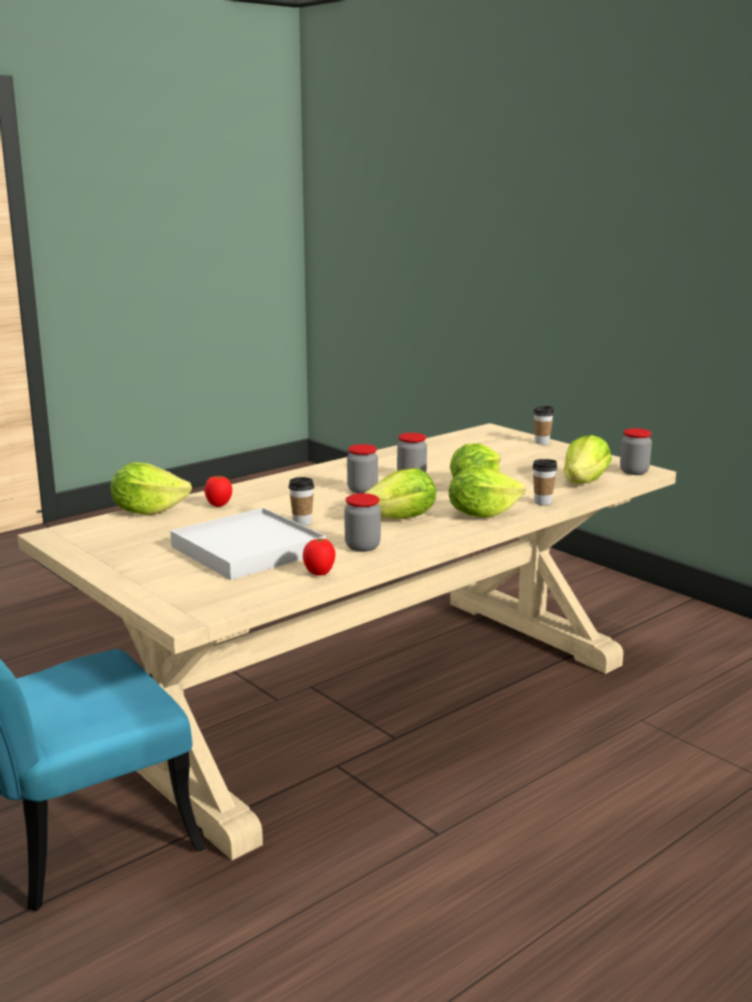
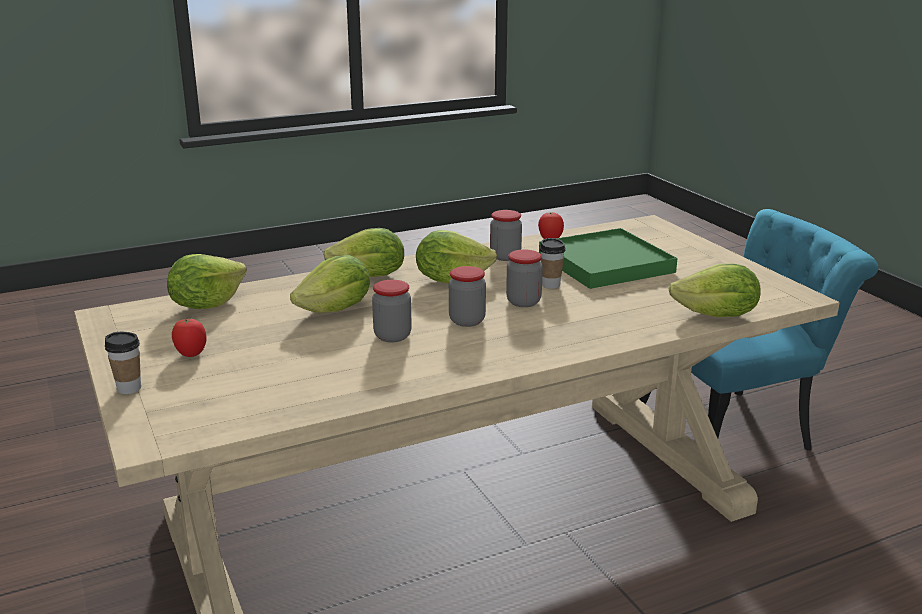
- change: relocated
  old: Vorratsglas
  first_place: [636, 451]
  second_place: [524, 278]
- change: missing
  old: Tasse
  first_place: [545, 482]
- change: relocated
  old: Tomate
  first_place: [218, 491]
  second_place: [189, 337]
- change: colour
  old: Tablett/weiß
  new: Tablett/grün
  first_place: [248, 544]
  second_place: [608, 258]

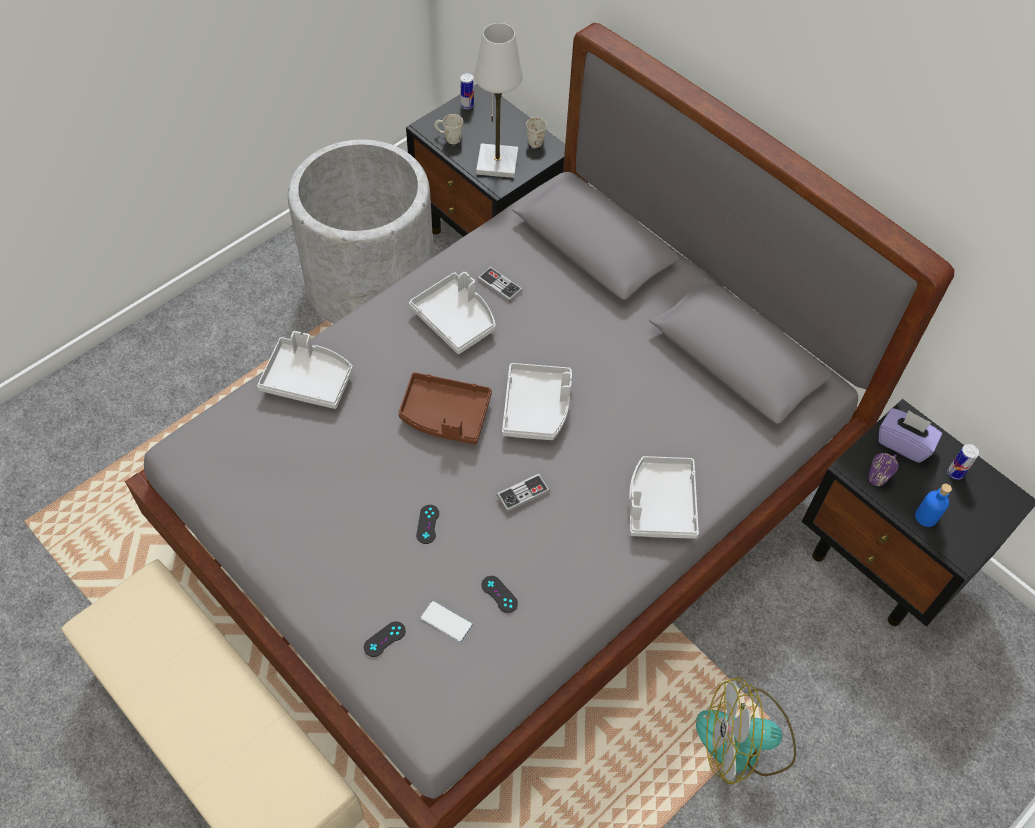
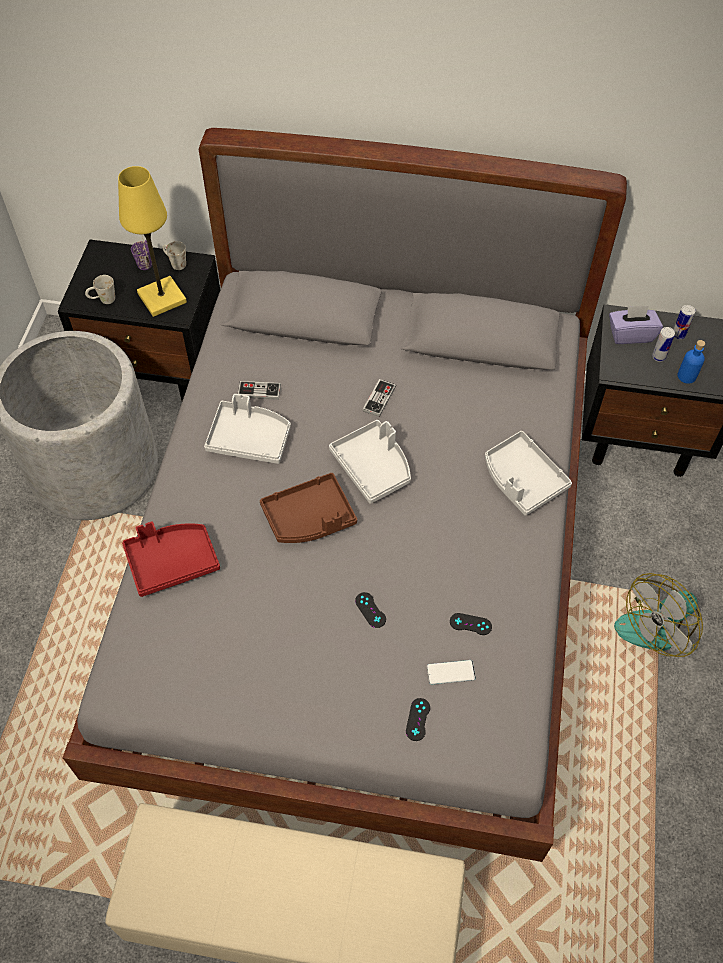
- change: colour
  old: Tischlampe/weiß
  new: Tischlampe/gelb
  first_place: [498, 100]
  second_place: [152, 241]
- change: relocated
  old: Dose
  first_place: [467, 91]
  second_place: [663, 344]
- change: colour
  old: Tablett/grau
  new: Tablett/rot
  first_place: [305, 370]
  second_place: [171, 559]
- change: relocated
  old: Henkelbecher/lila
  first_place: [883, 469]
  second_place: [141, 255]
- change: relocated
  old: Gamepad
  first_place: [523, 493]
  second_place: [379, 398]

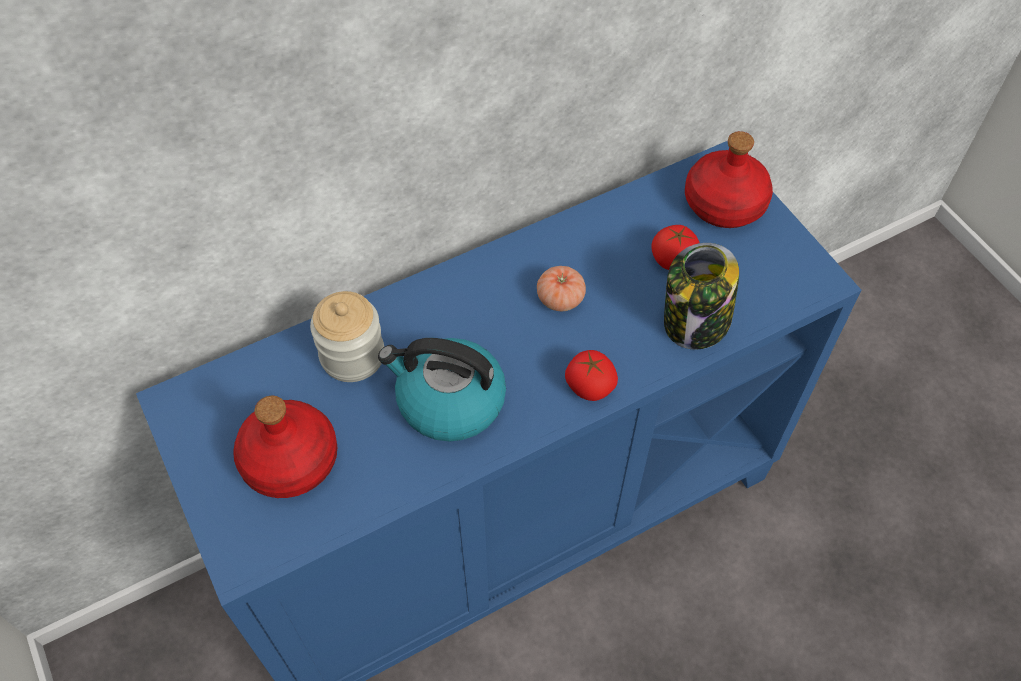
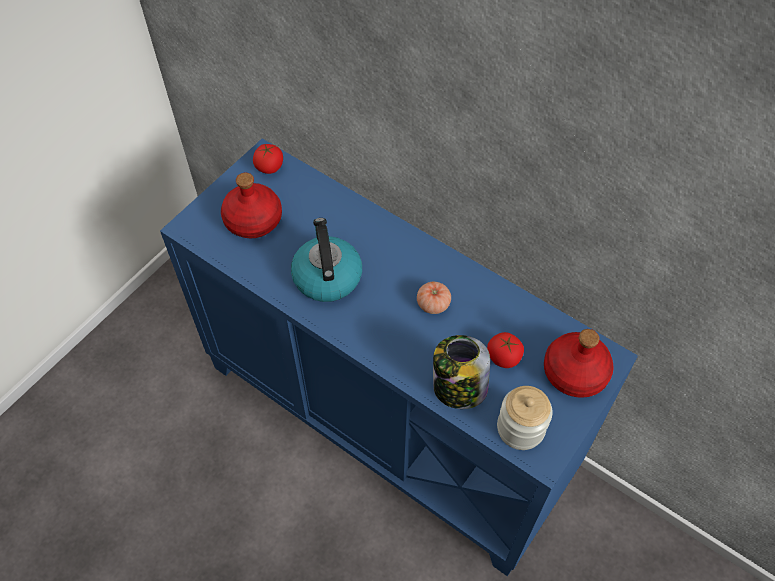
- change: relocated
  old: Vorratsglas
  first_place: [347, 336]
  second_place: [525, 418]
- change: relocated
  old: Tomate
  first_place: [591, 375]
  second_place: [268, 159]

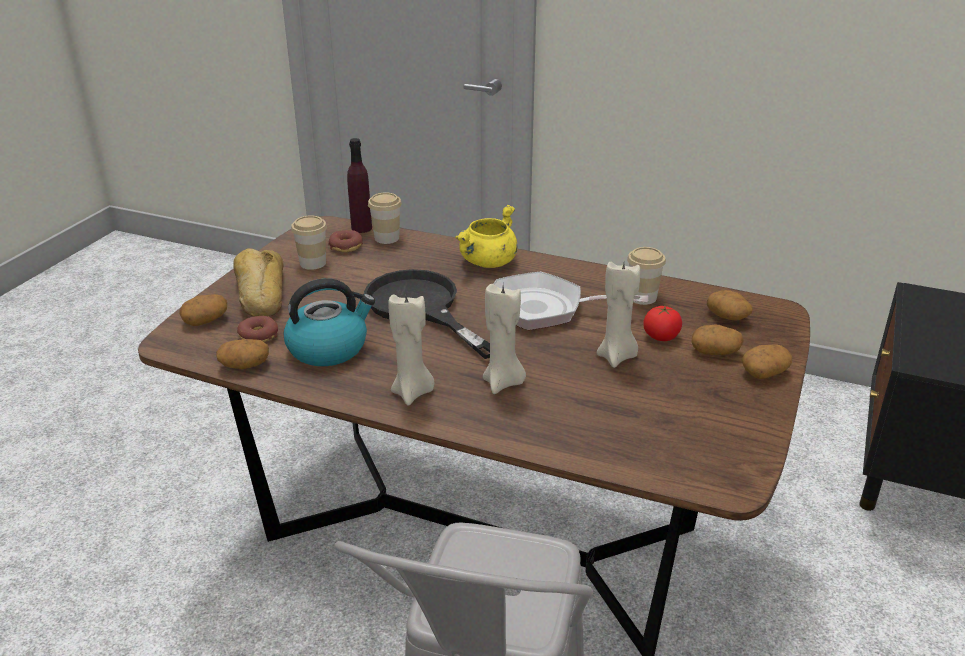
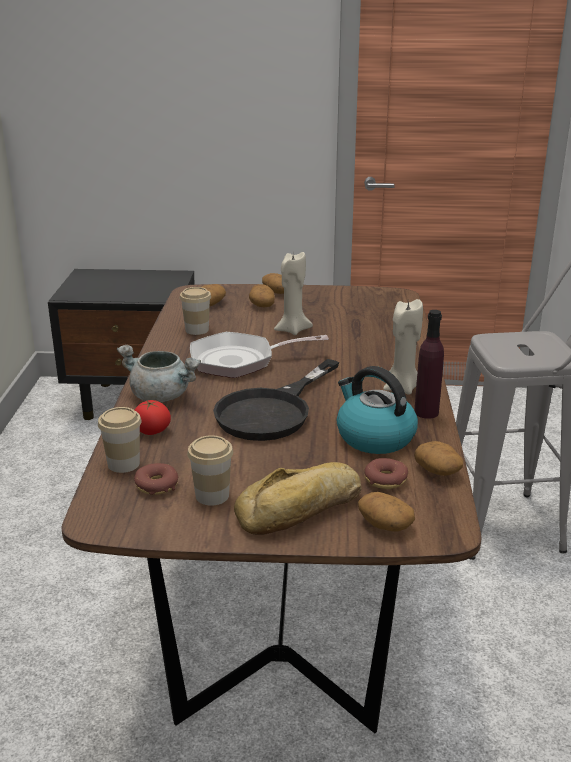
- change: relocated
  old: Flasche/lila
  first_place: [359, 185]
  second_place: [429, 364]
- change: colour
  old: Kochtopf/gelb
  new: Kochtopf/grau
  first_place: [486, 236]
  second_place: [159, 373]
- change: spun
  old: Pfanne
  first_place: [571, 301]
  second_place: [259, 355]
  degrees: 90
- change: missing
  old: Kerze/beige
  first_place: [504, 339]
- change: relocated
  old: Tomate
  first_place: [663, 323]
  second_place: [152, 417]

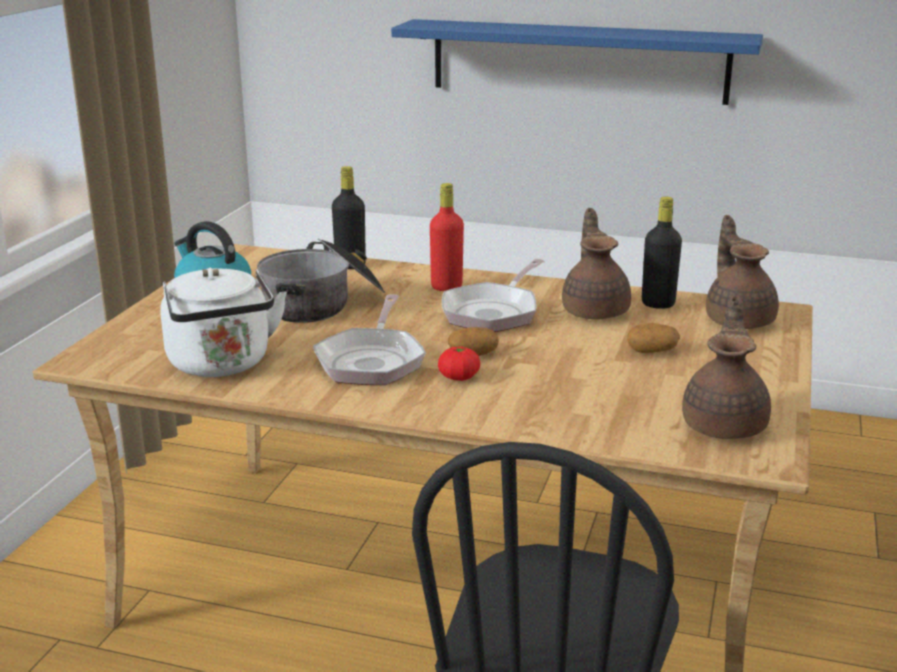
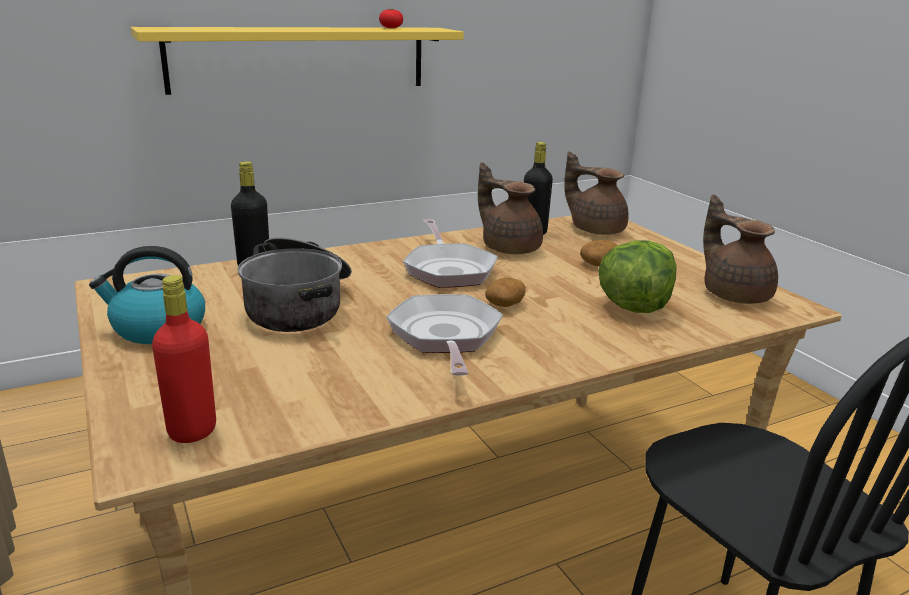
- change: colour
  old: Wandregal/blau
  new: Wandregal/gelb
  first_place: [577, 62]
  second_place: [297, 61]
- change: relocated
  old: Flasche/rot
  first_place: [447, 237]
  second_place: [184, 359]
- change: missing
  old: Wasserkessel/weiß
  first_place: [223, 322]
- change: spun
  old: Pfanne
  first_place: [369, 339]
  second_place: [444, 335]
  degrees: -150
- change: relocated
  old: Tomate
  first_place: [459, 363]
  second_place: [391, 18]
- change: appeared
  new: Salatkopf
  second_place: [637, 276]

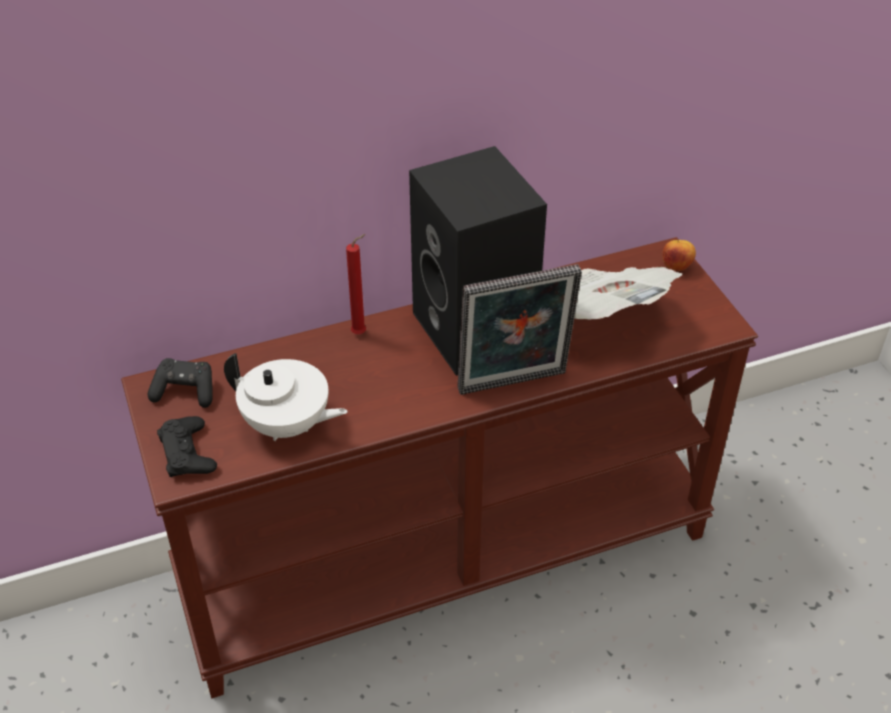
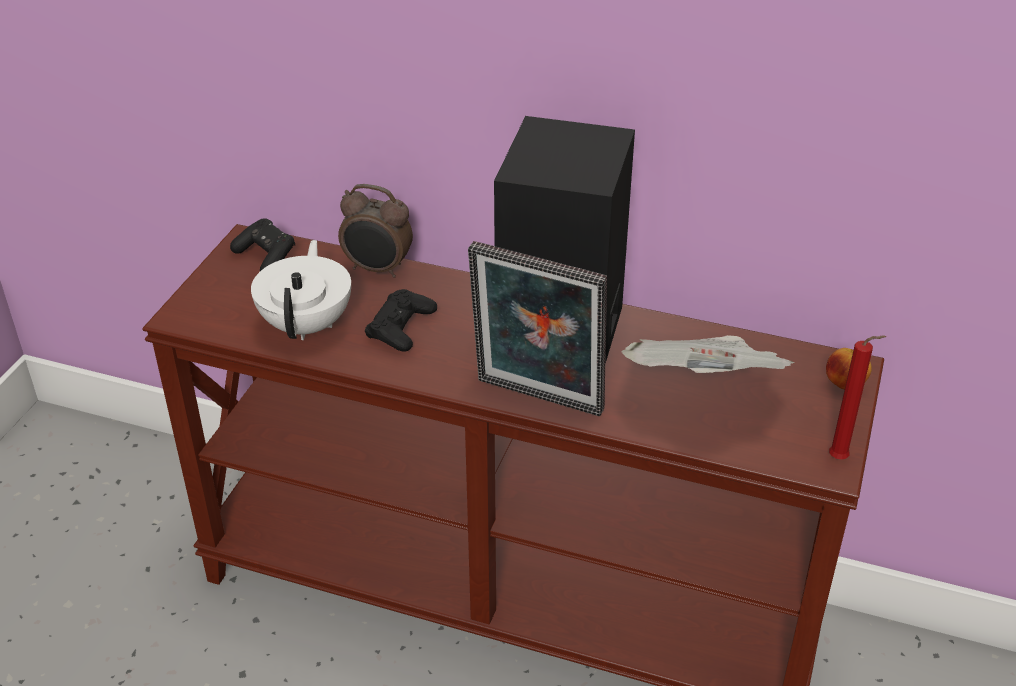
- change: relocated
  old: Kerze/rot
  first_place: [356, 284]
  second_place: [857, 397]
- change: spun
  old: Teekanne/weiß
  first_place: [286, 397]
  second_place: [301, 290]
  degrees: -150
- change: relocated
  old: Gamepad/schwarz
  first_place: [187, 446]
  second_place: [401, 320]
- change: appeared
  new: Wecker
  second_place: [375, 231]

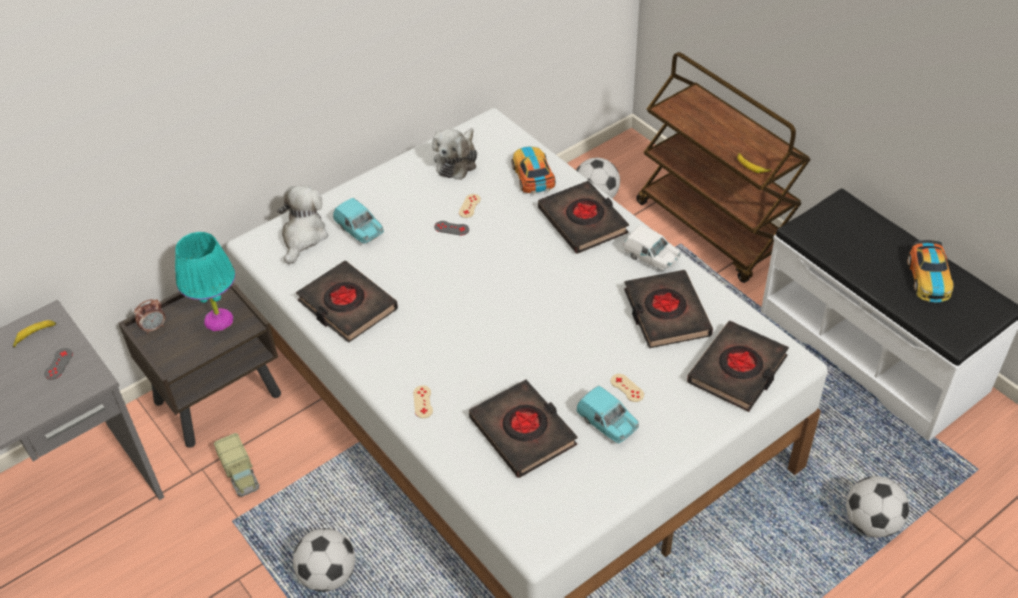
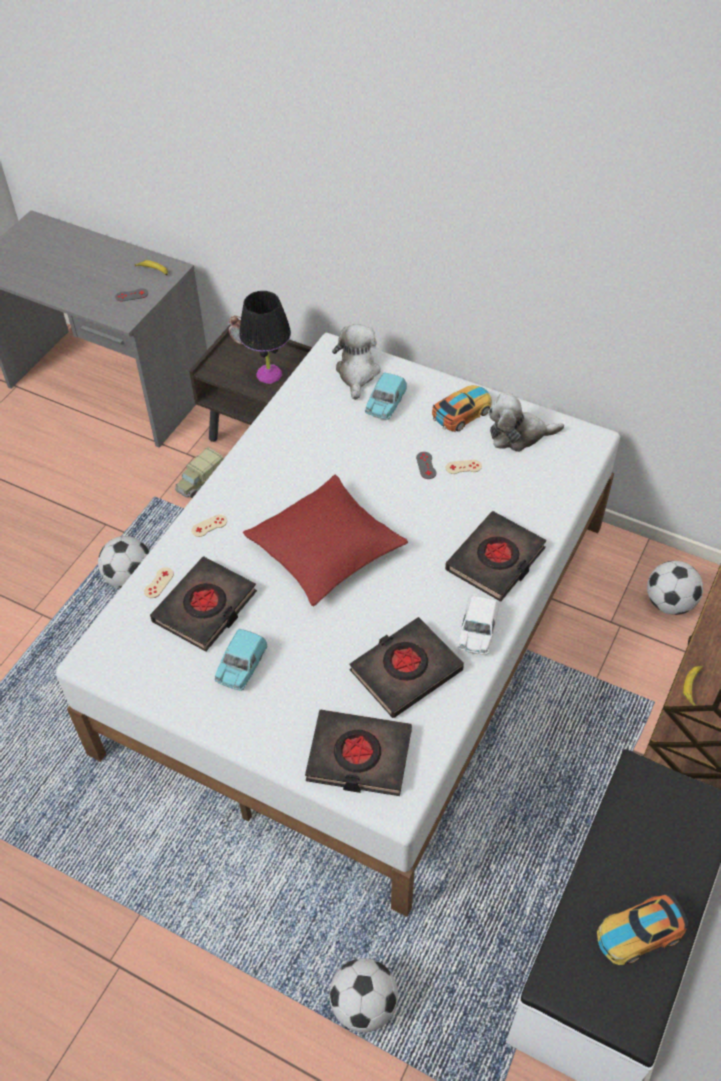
- change: relocated
  old: Spielzeugauto
  first_place: [533, 171]
  second_place: [462, 408]
- change: spun
  old: Plüschtier
  first_place: [302, 224]
  second_place: [356, 362]
  degrees: -75
- change: colour
  old: Tischlampe/türkis
  new: Tischlampe/schwarz
  first_place: [205, 281]
  second_place: [265, 337]
- change: missing
  old: Buch/schwarz
  first_place: [347, 302]
- change: relocated
  old: Gamepad/beige
  first_place: [627, 388]
  second_place: [159, 582]
- change: appeared
  new: Kissen/rot
  second_place: [325, 540]

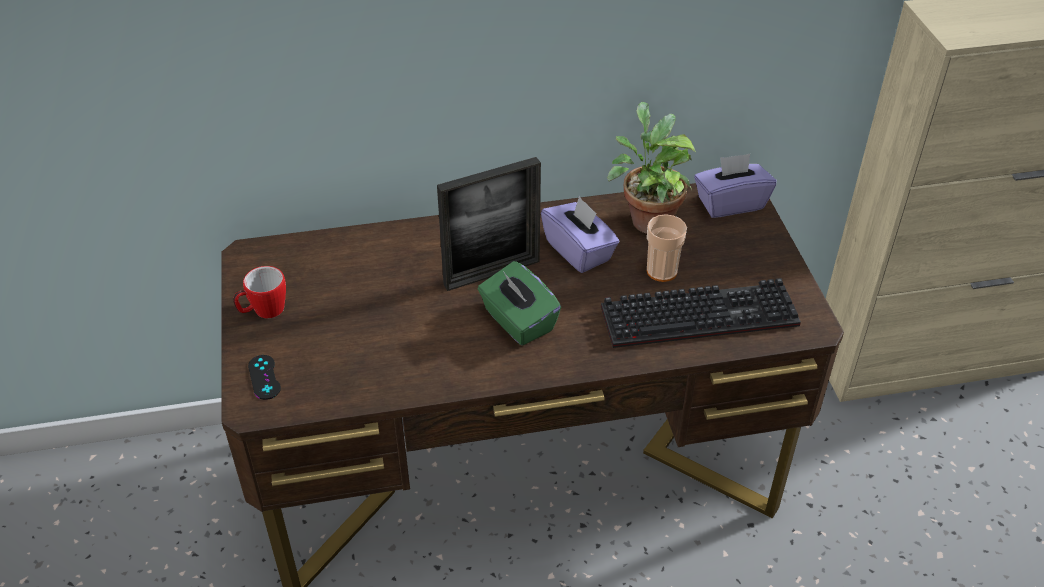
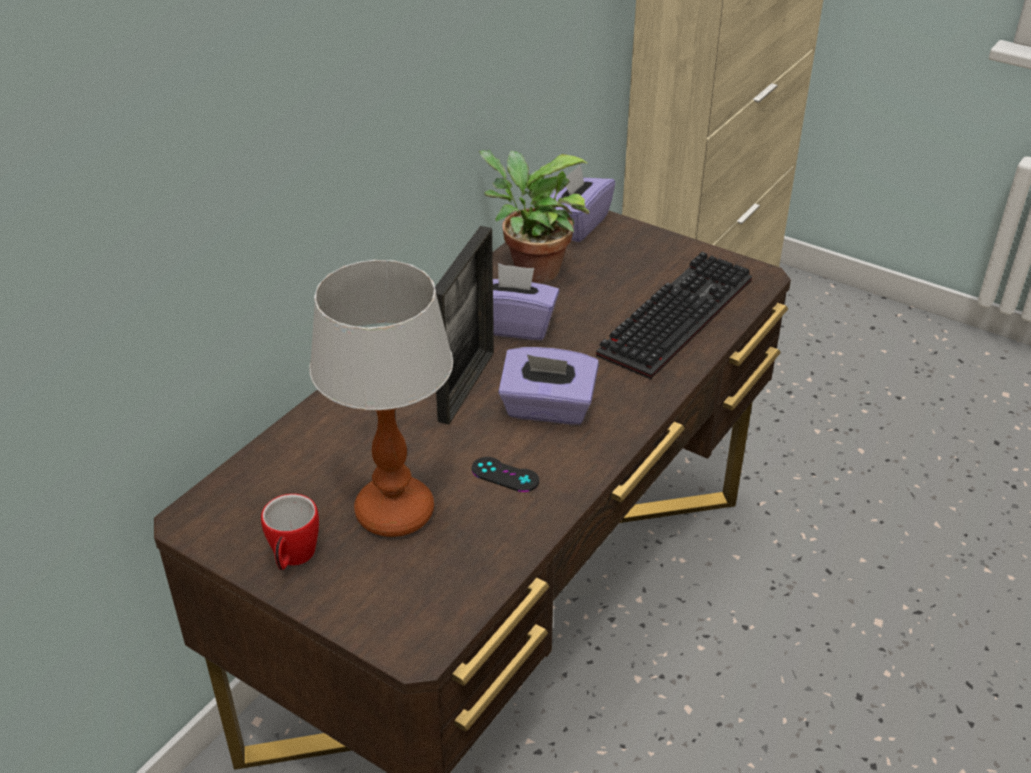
- change: missing
  old: Tasse
  first_place: [667, 248]
- change: colour
  old: Taschentuchbox/grün
  new: Taschentuchbox/lila
  first_place: [519, 303]
  second_place: [548, 386]
- change: relocated
  old: Gamepad/schwarz
  first_place: [264, 377]
  second_place: [505, 474]
- change: appeared
  new: Tischlampe
  second_place: [381, 398]

